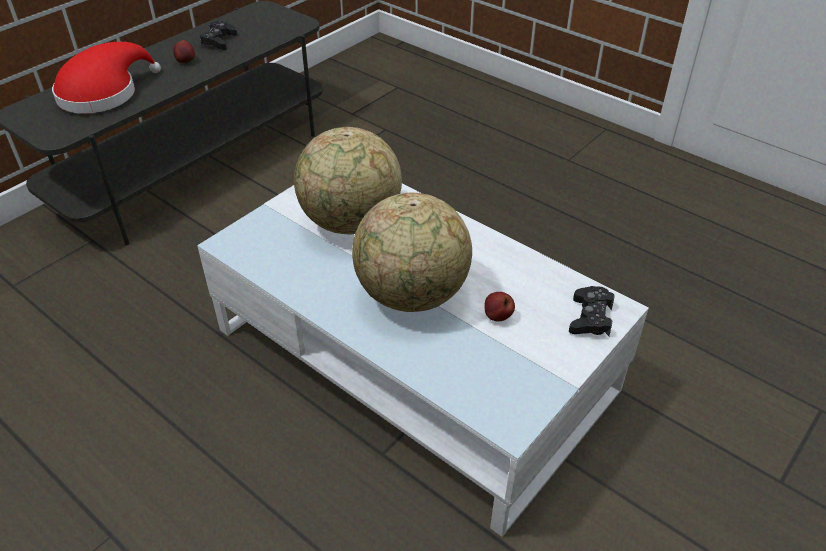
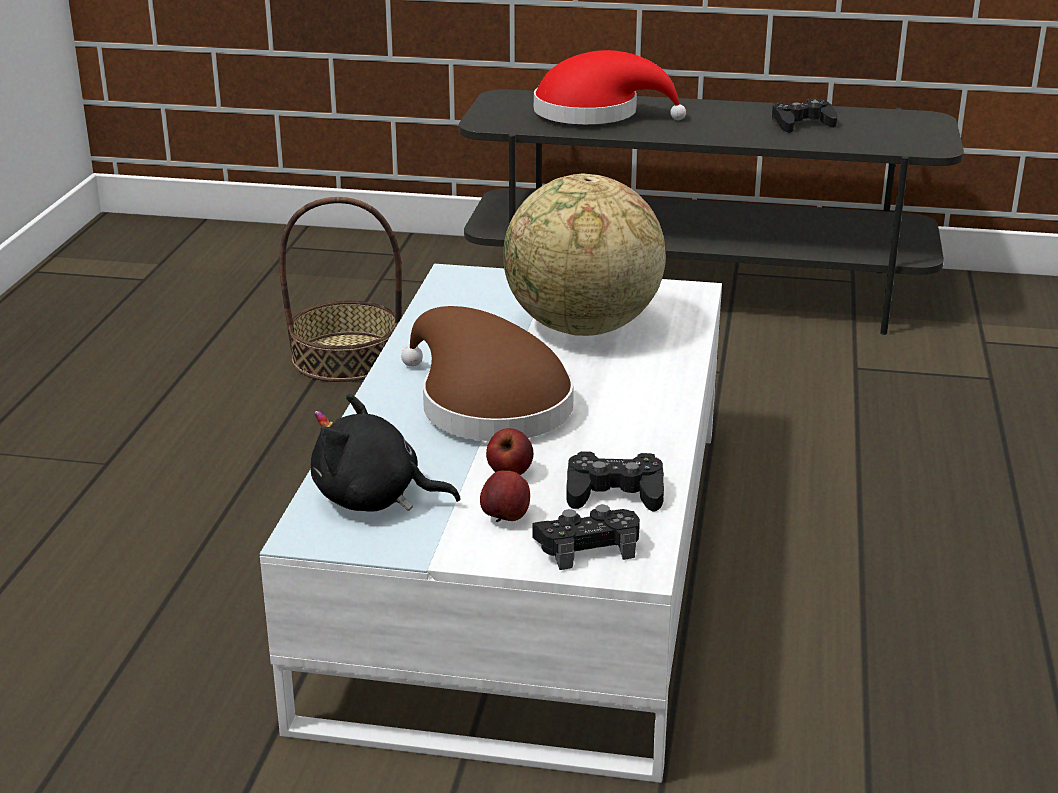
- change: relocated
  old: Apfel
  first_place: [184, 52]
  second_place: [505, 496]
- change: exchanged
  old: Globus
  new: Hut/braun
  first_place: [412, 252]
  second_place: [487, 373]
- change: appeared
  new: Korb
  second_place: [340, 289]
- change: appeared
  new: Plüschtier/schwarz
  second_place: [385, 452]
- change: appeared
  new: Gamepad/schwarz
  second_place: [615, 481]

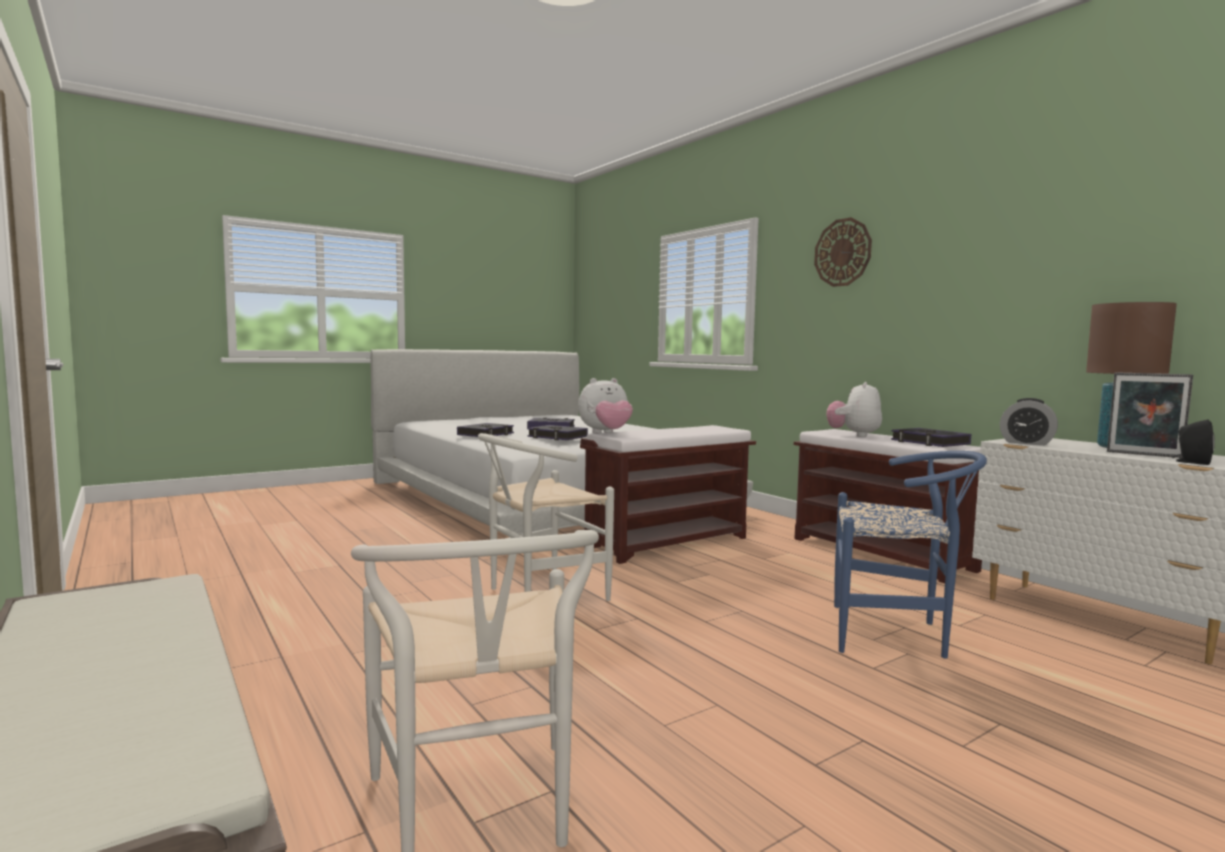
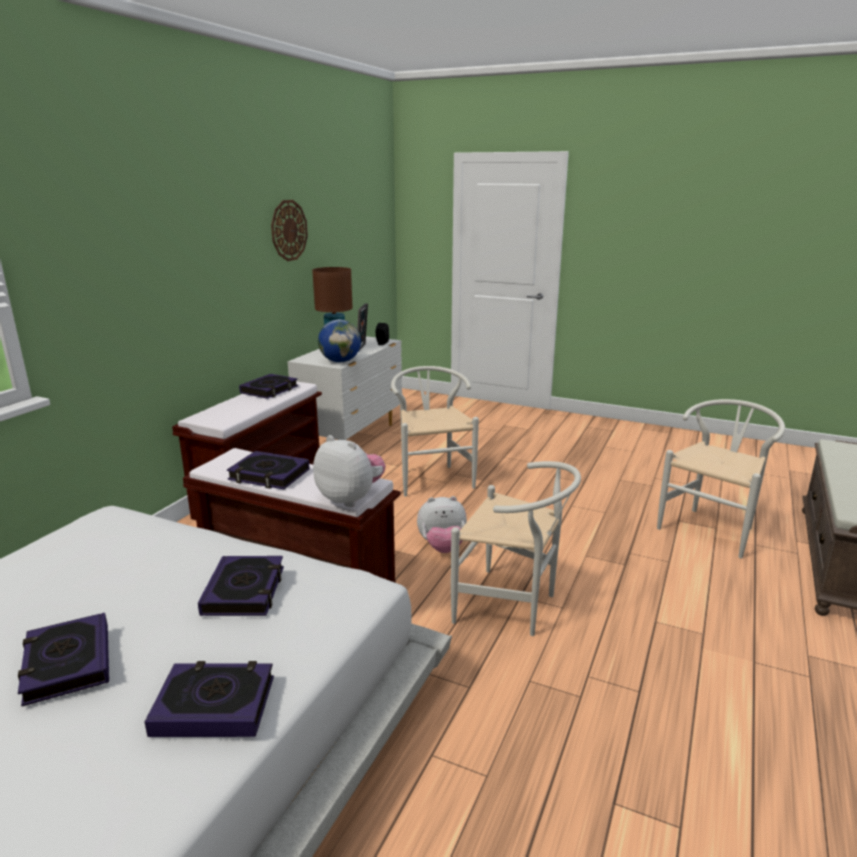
- change: relocated
  old: Wanduhr
  first_place: [843, 252]
  second_place: [289, 230]
- change: relocated
  old: Plüschtier
  first_place: [854, 409]
  second_place: [442, 524]
- change: exchanged
  old: Wecker
  new: Globus
  first_place: [1029, 422]
  second_place: [339, 340]
- change: colour
  old: Stuhl/blau
  new: Stuhl/weiß
  first_place: [910, 555]
  second_place: [435, 431]
- change: appeared
  new: Buch
  second_place: [268, 470]

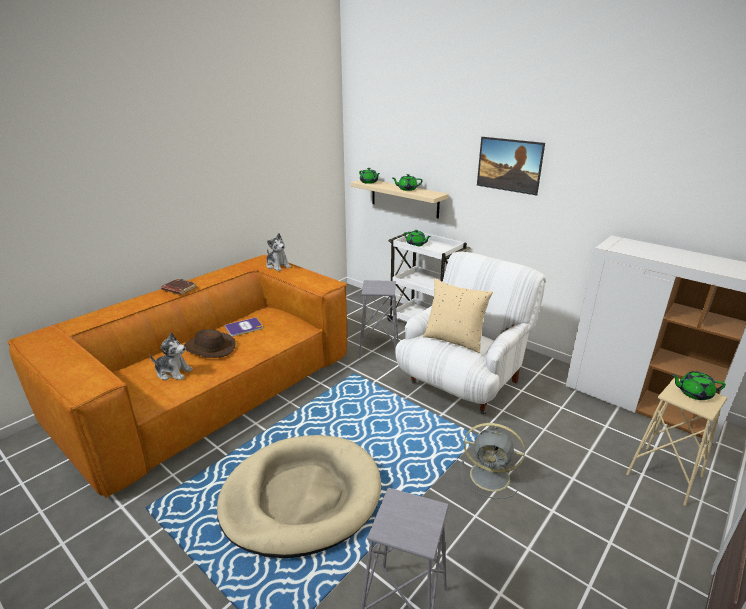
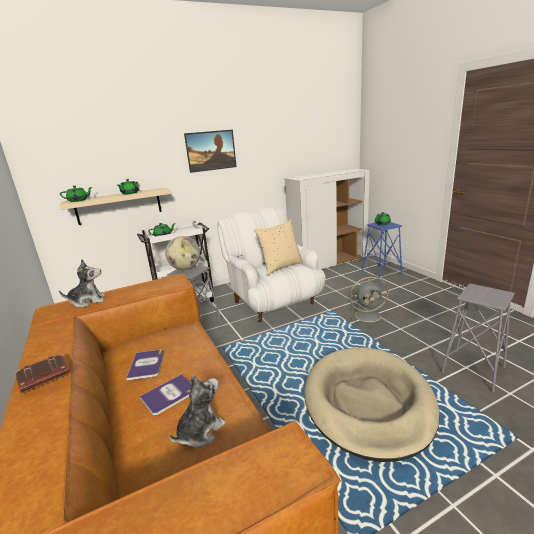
- change: exchanged
  old: Hut/braun
  new: Buch
  first_place: [210, 343]
  second_place: [165, 395]
- change: colour
  old: Hocker/beige
  new: Hocker/blau
  first_place: [676, 442]
  second_place: [382, 251]
- change: spun
  old: Ventilator/grau
  first_place: [493, 461]
  second_place: [368, 301]
  degrees: 45
- change: appeared
  new: Globus
  second_place: [182, 253]

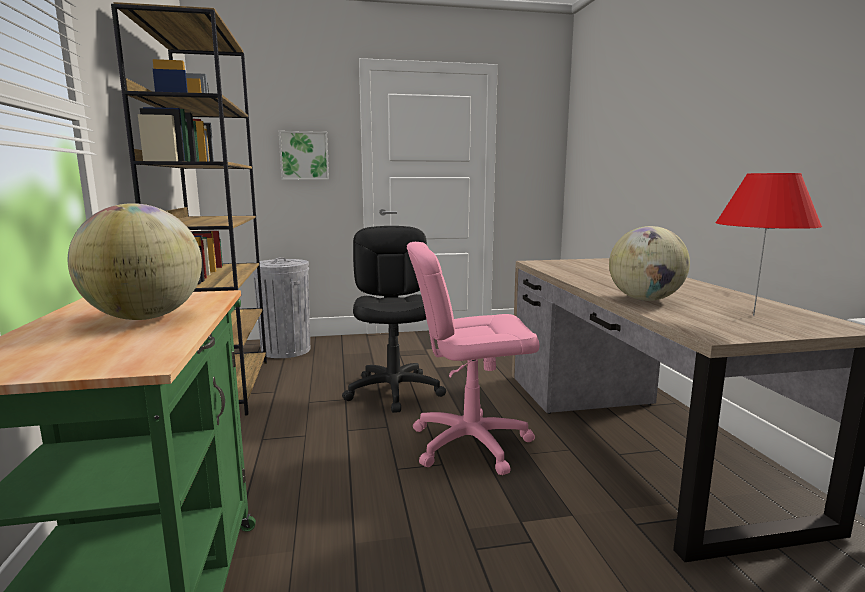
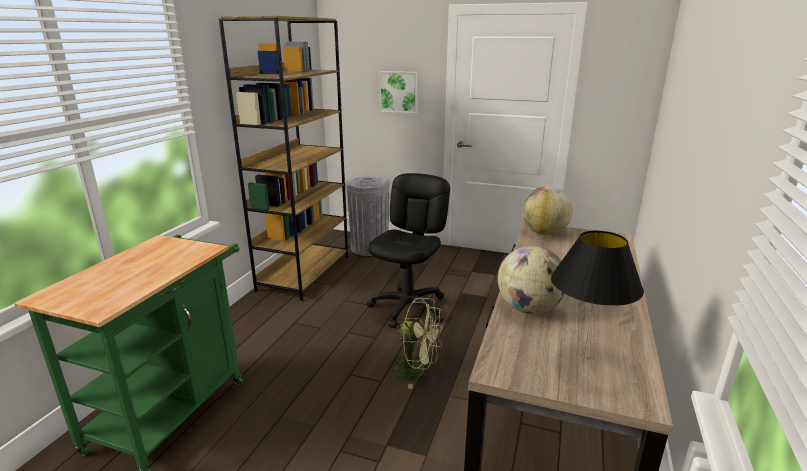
- change: colour
  old: Tischlampe/rot
  new: Tischlampe/schwarz
  first_place: [768, 244]
  second_place: [597, 295]
- change: relocated
  old: Globus
  first_place: [135, 261]
  second_place: [547, 210]
- change: exchanged
  old: Bürostuhl/rosa
  new: Ventilator/grün
  first_place: [473, 358]
  second_place: [416, 343]

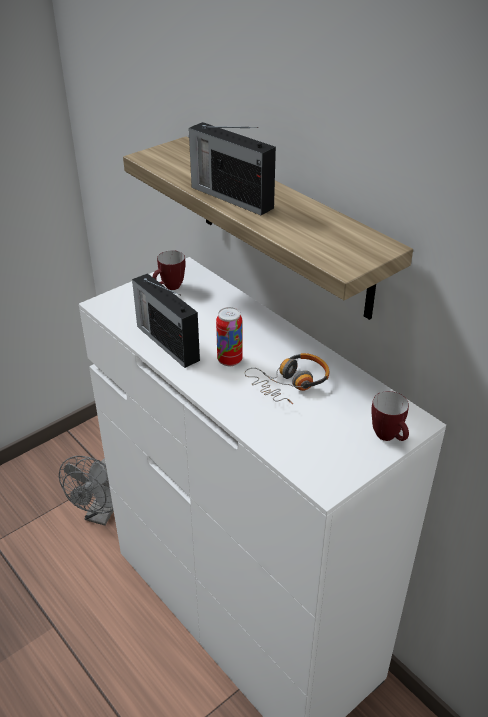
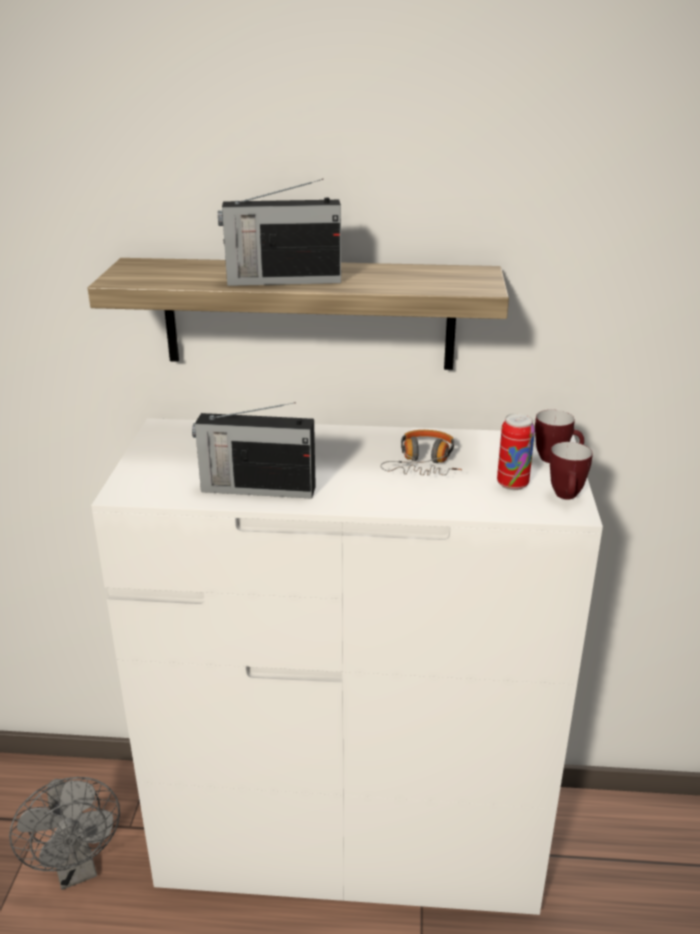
- change: relocated
  old: Henkelbecher
  first_place: [169, 270]
  second_place: [571, 470]
- change: relocated
  old: Dose
  first_place: [229, 336]
  second_place: [516, 451]

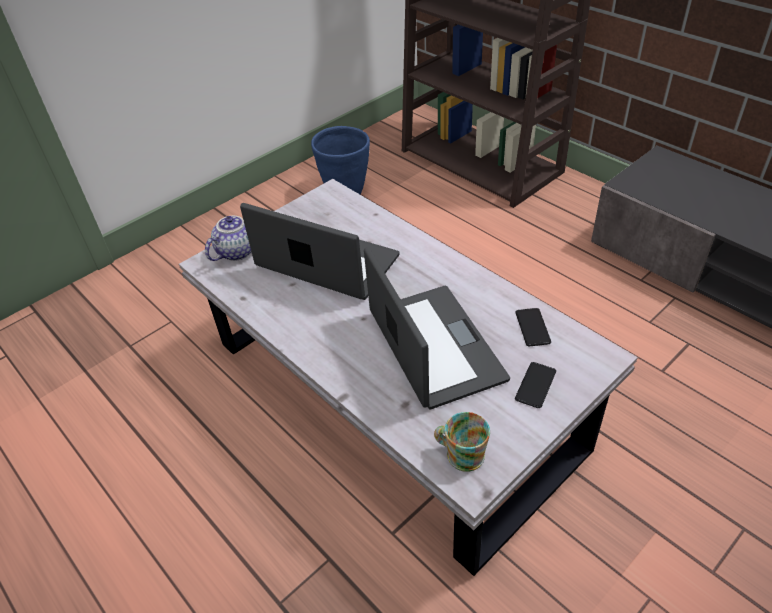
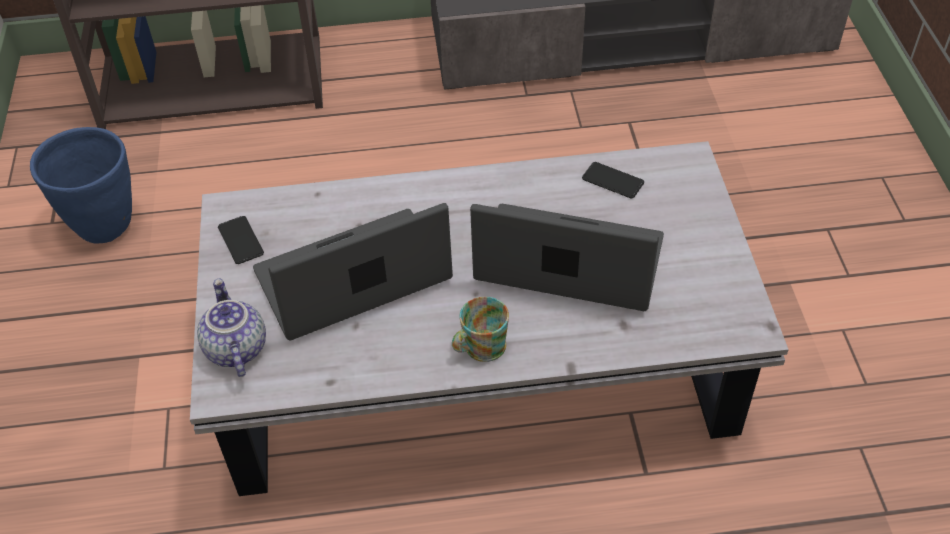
- change: relocated
  old: Handy
  first_place: [535, 385]
  second_place: [241, 240]
- change: relocated
  old: Henkelbecher
  first_place: [462, 442]
  second_place: [480, 329]

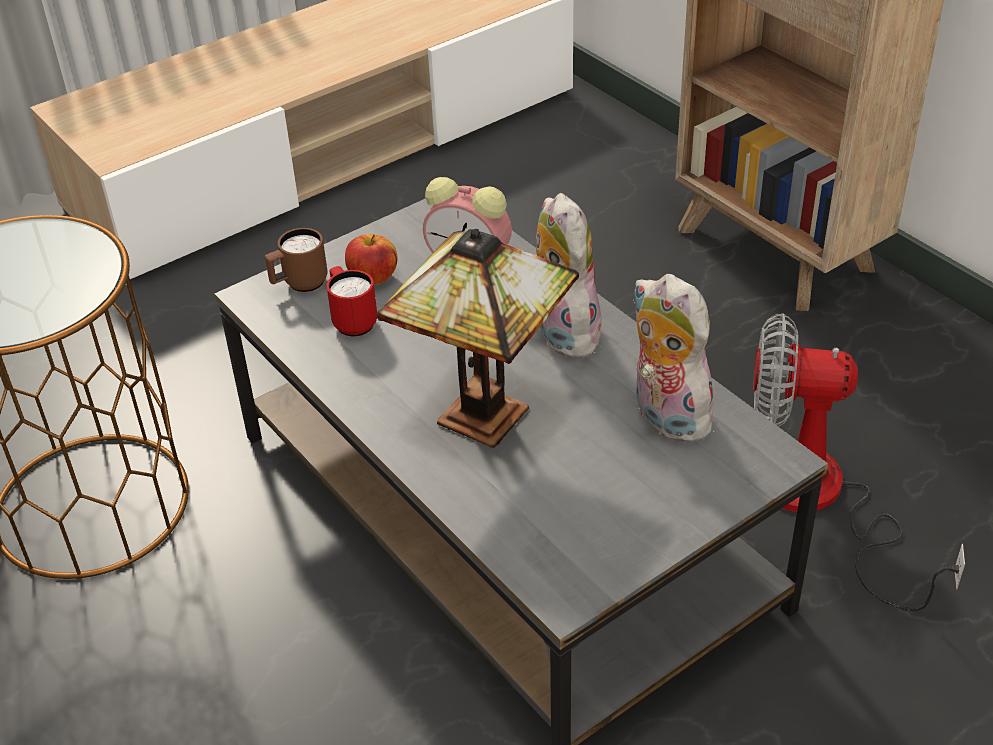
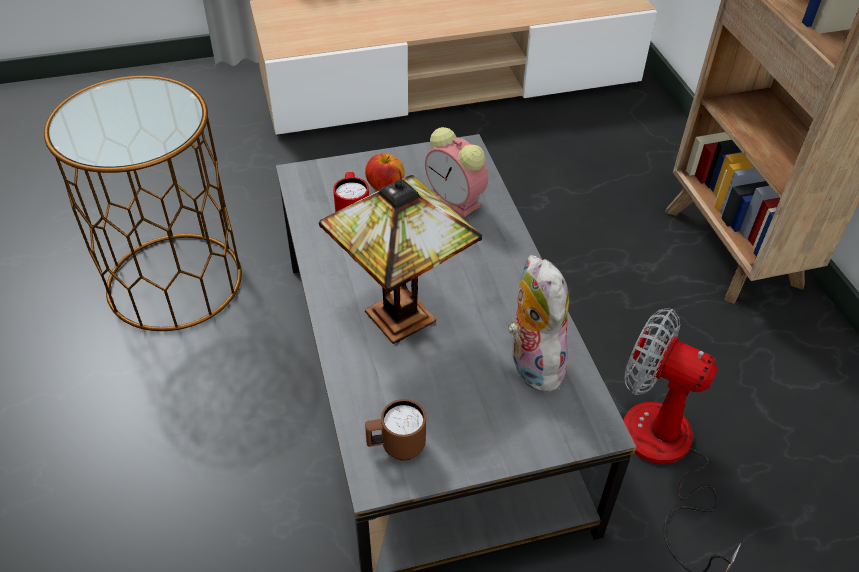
- change: missing
  old: Plüschtier
  first_place: [569, 275]
- change: relocated
  old: Henkelbecher/braun
  first_place: [296, 260]
  second_place: [395, 429]

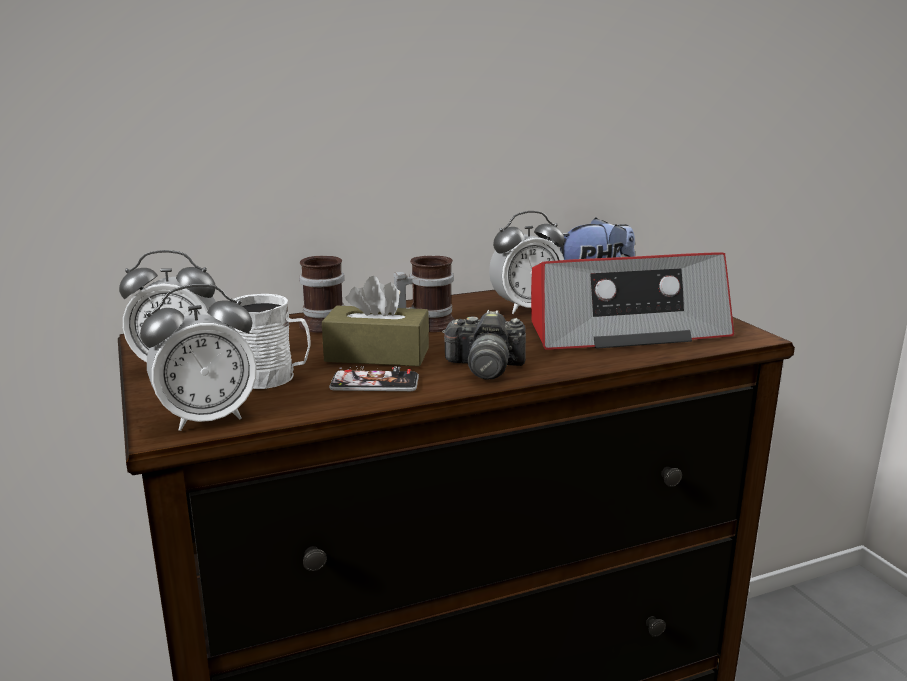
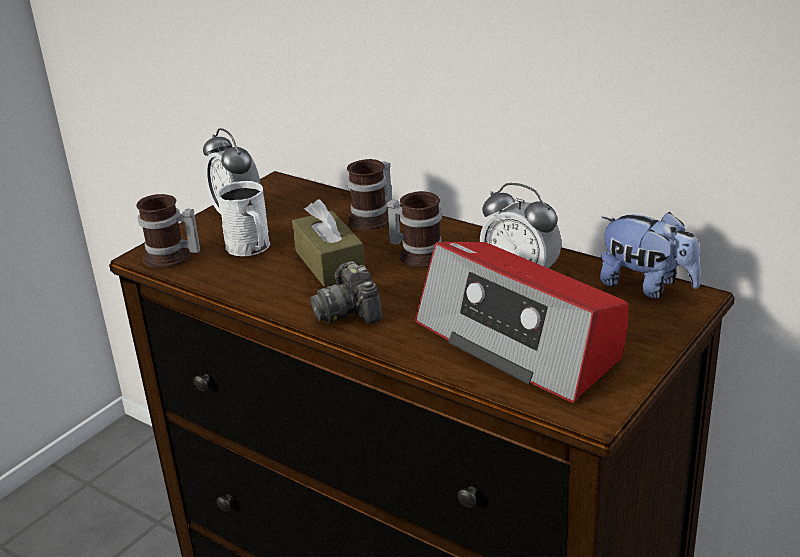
- change: exchanged
  old: Wecker
  new: Henkelbecher
  first_place: [198, 357]
  second_place: [168, 231]
- change: missing
  old: Handy
  first_place: [374, 379]

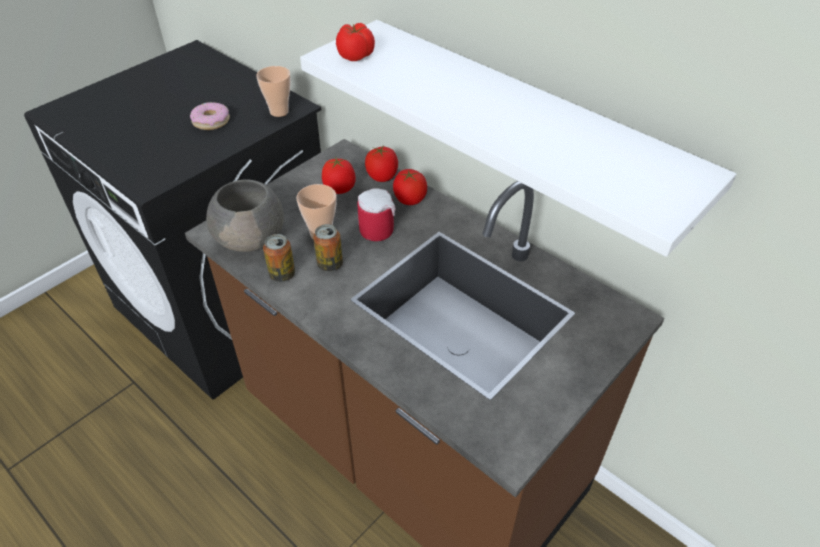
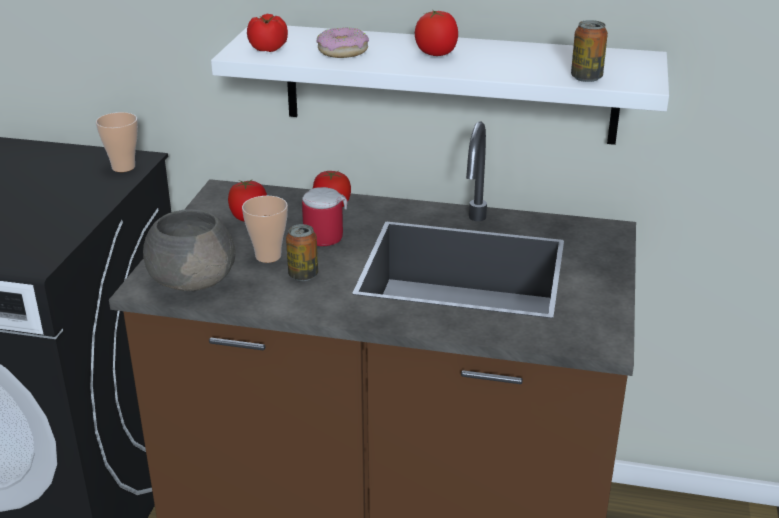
- change: relocated
  old: Donut
  first_place: [210, 116]
  second_place: [343, 42]
- change: relocated
  old: Tomate
  first_place: [381, 164]
  second_place: [436, 33]
- change: relocated
  old: Dose
  first_place: [279, 258]
  second_place: [589, 51]

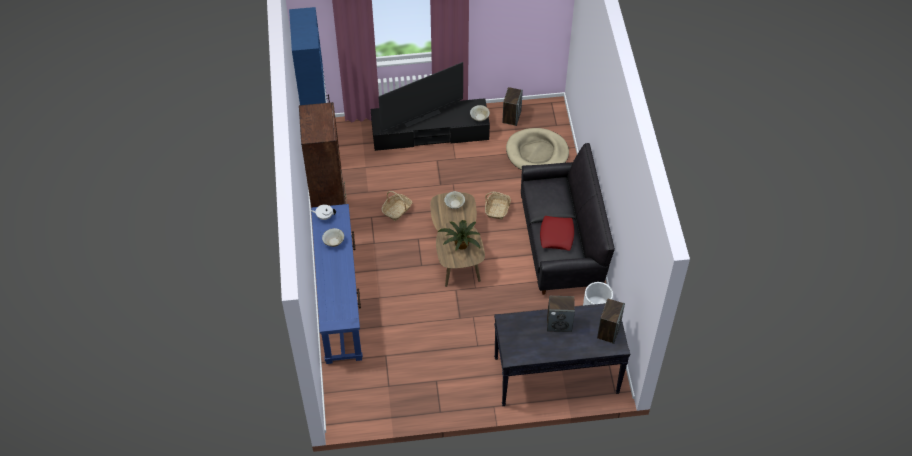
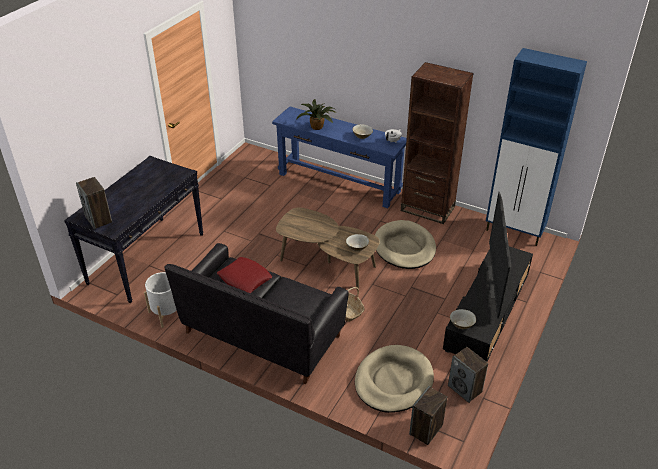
- change: exchanged
  old: Korb
  new: Hundebett/beige
  first_place: [397, 206]
  second_place: [405, 244]
- change: relocated
  old: Topfpflanze
  first_place: [459, 235]
  second_place: [316, 114]
- change: relocated
  old: Lautsprecher
  first_place: [561, 314]
  second_place: [428, 415]

